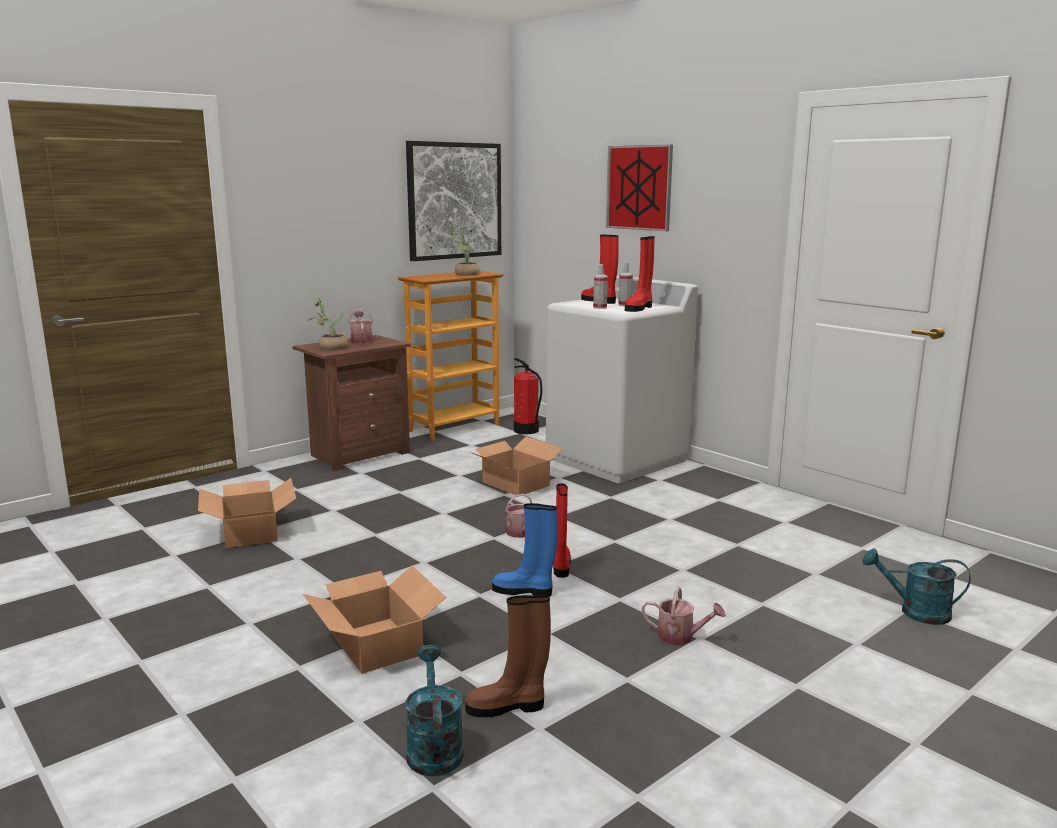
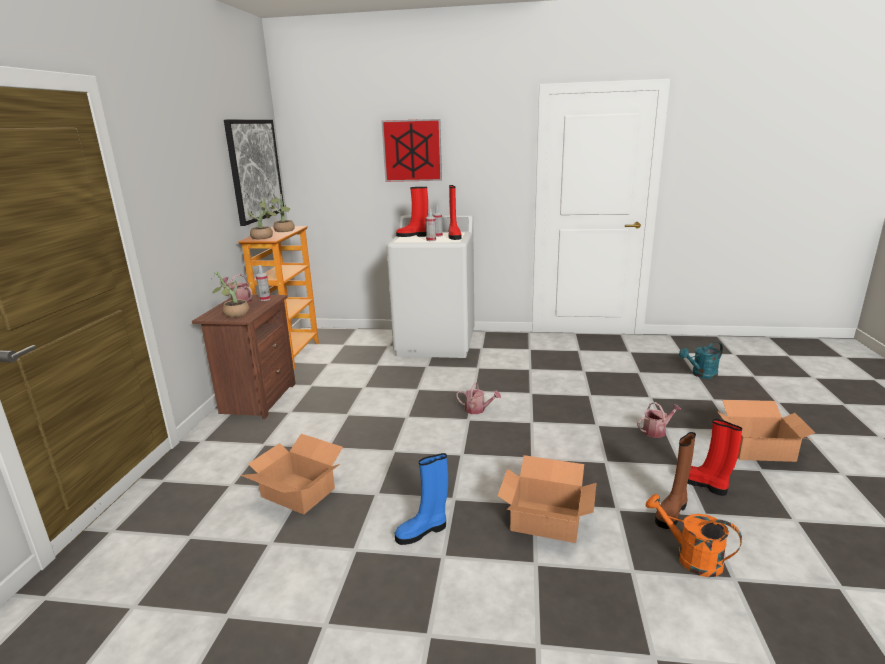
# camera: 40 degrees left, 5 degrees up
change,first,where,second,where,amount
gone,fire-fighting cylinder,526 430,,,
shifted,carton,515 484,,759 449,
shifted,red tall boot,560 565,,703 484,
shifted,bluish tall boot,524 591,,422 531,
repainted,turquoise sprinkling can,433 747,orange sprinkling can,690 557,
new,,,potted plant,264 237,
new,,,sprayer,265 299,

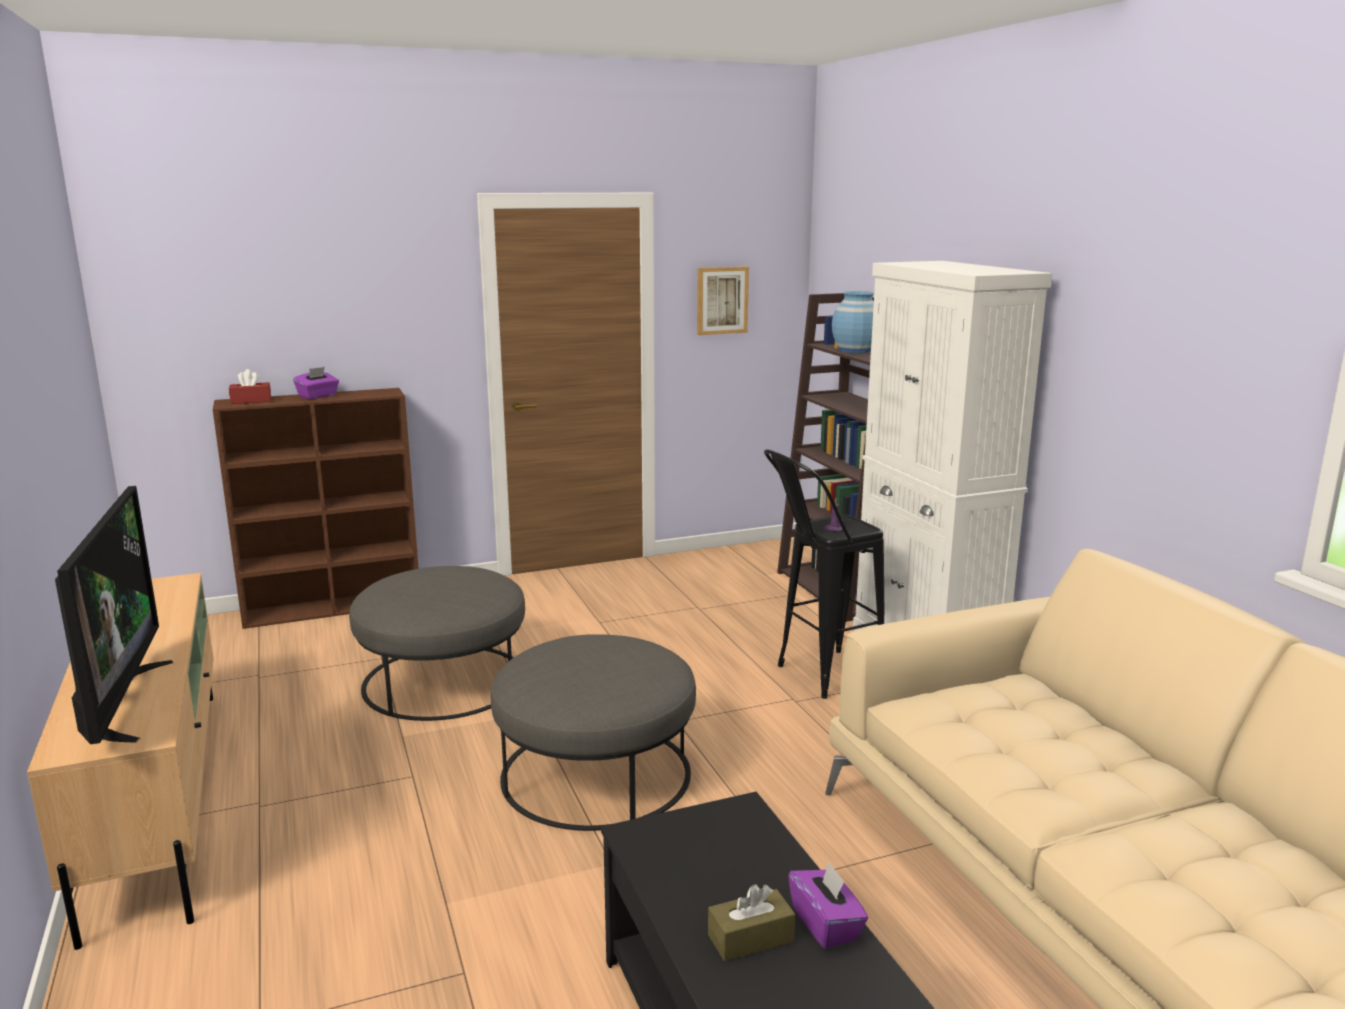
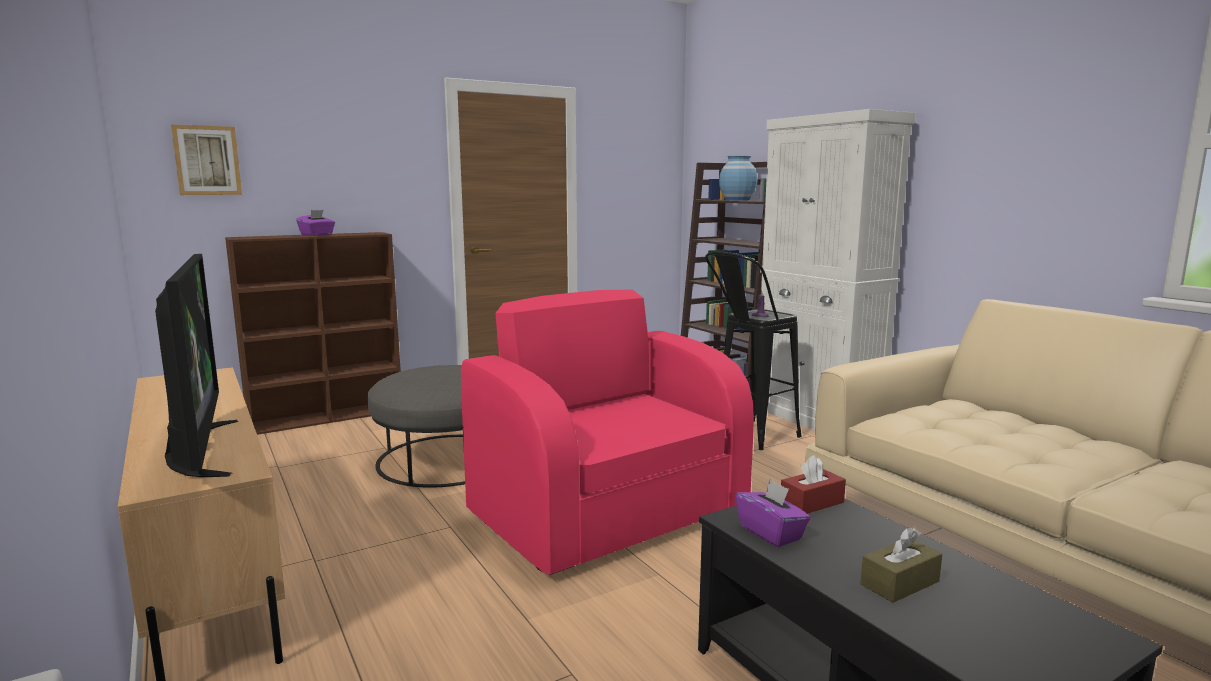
# camera: 10 degrees left, 5 degrees down
change,first,where,second,where,amount
shifted,wall art,721 300,,207 160,
shifted,red box of tissues,251 401,,812 503,
swapped,gray footrest,596 773,pinkish easy chair,609 512,
shifted,purple box of tissues,826 924,,771 533,

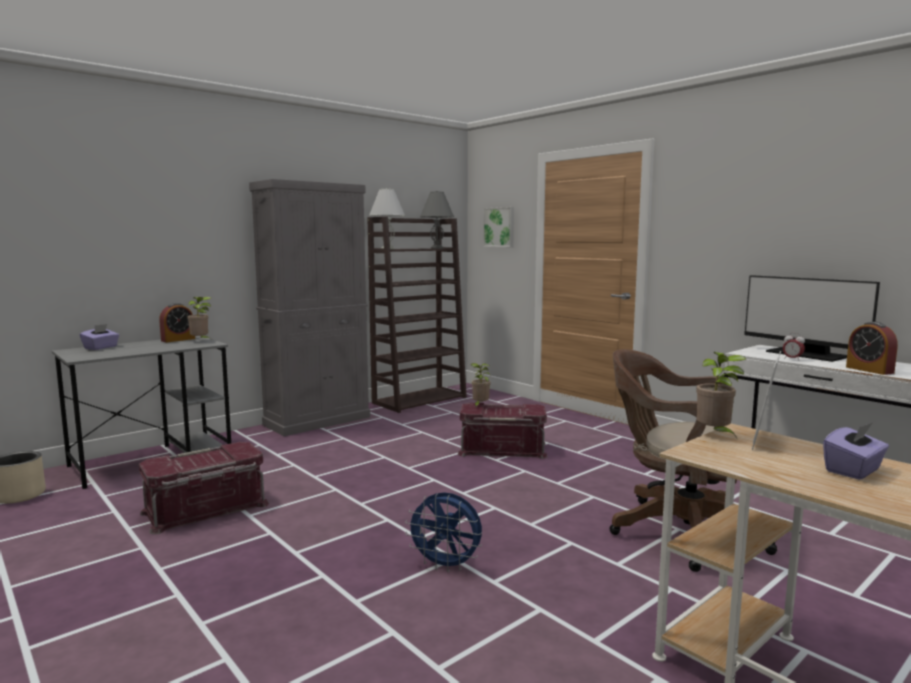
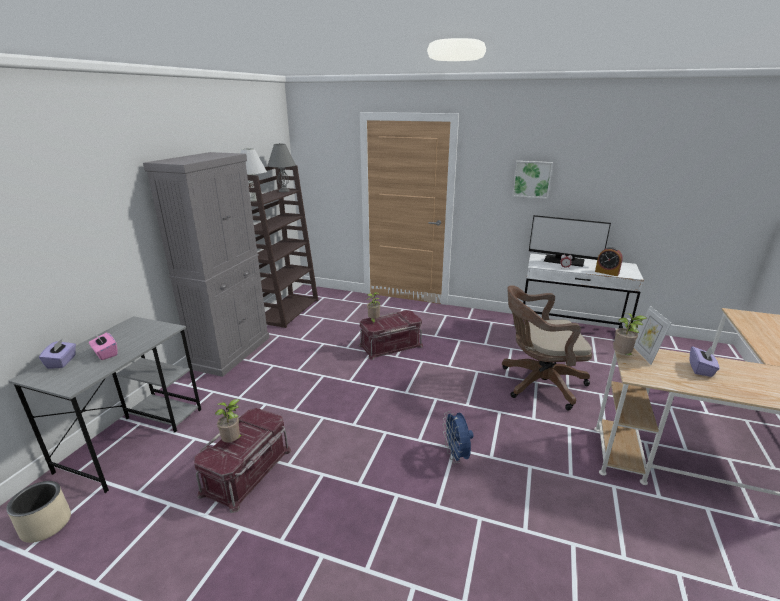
# camera: 30 degrees left, 15 degrees up
change,first,where,second,where,amount
shifted,wall art,499 227,,532 179,
shifted,potted plant,201 341,,233 441,
gone,table clock,178 340,,,
rotated,bluish electric fan,446 565,,456 456,90 degrees clockwise
new,,,pinkish box of tissues,105 354,

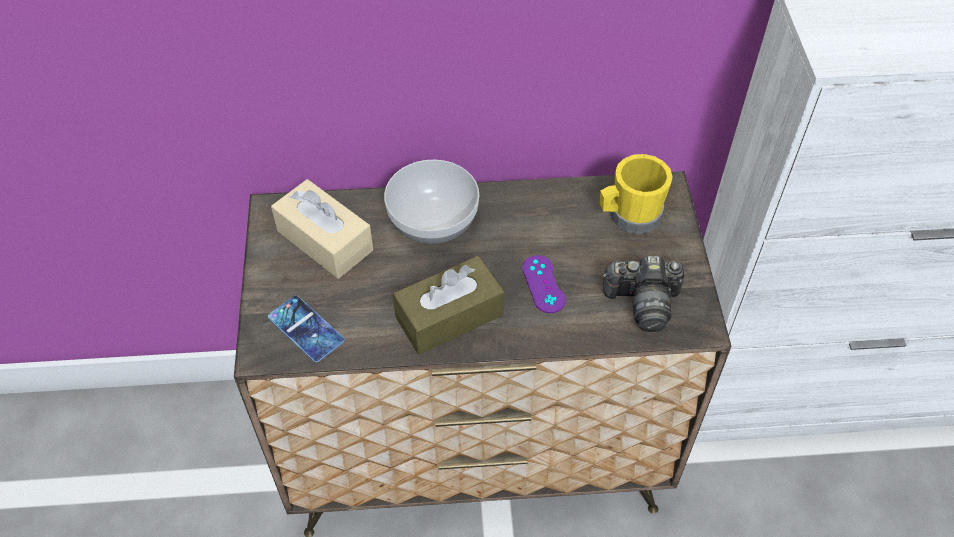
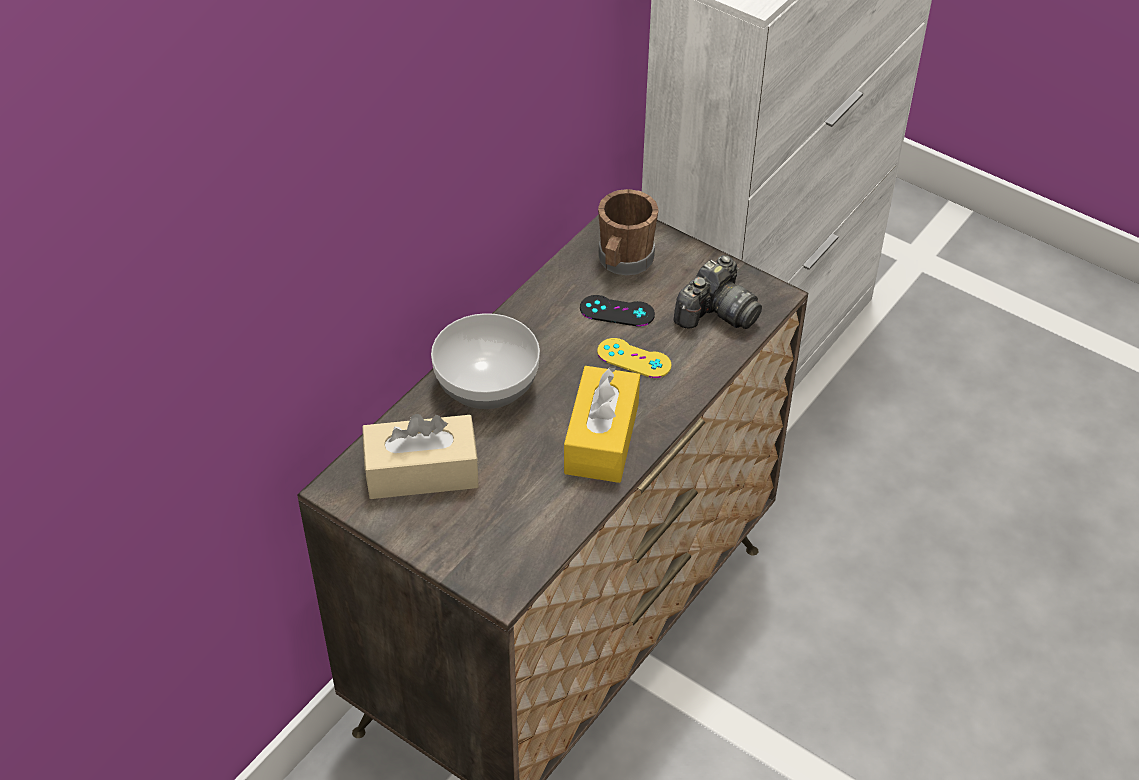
# camera: 50 degrees left, 5 degrees down
change,first,where,second,where,amount
repainted,yellow mug,629 216,brown-coloured mug,623 261,
repainted,purple gamepad,543 284,yellow gamepad,634 358,
repainted,brown-coloured box of tissues,449 316,yellow box of tissues,601 438,
gone,phone,306 329,,,
new,,,black-coloured gamepad,617 311,

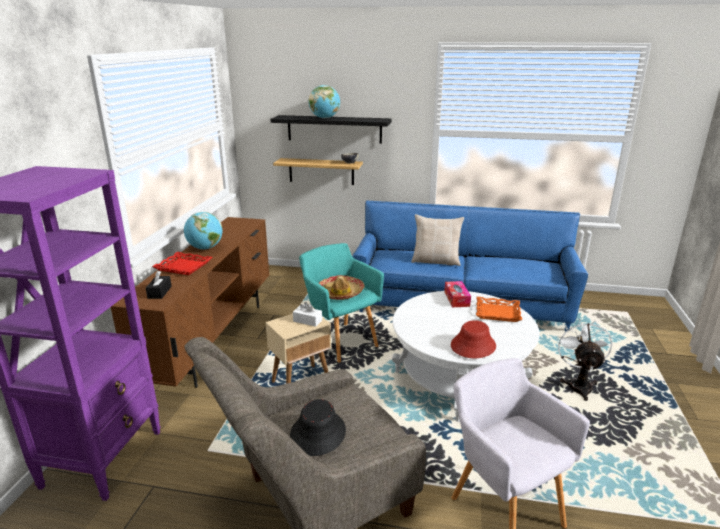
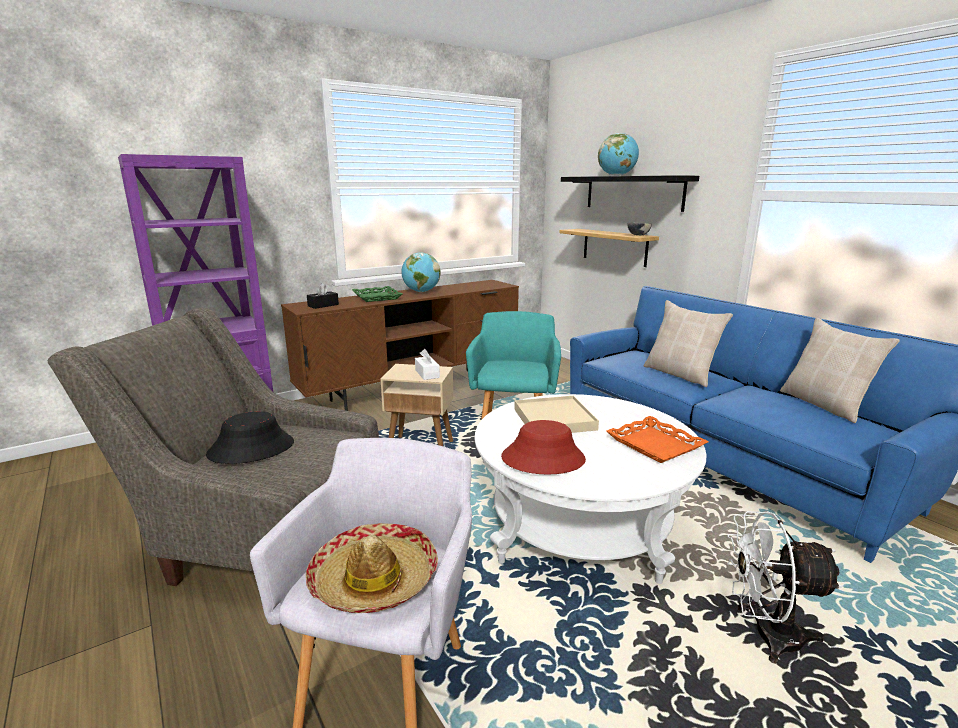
# camera: 45 degrees right, 5 degrees down
change,first,where,second,where,amount
repainted,red tray,184 266,green-coloured tray,377 297,
shifted,clothing hat,340 293,,374 580,
gone,box of tissues,456 299,,,
rotated,white-coloured electric fan,579 384,,765 635,135 degrees counterclockwise
new,,,sand-coloured throw pillow,825 405,
new,,,sand-coloured tray,554 419,

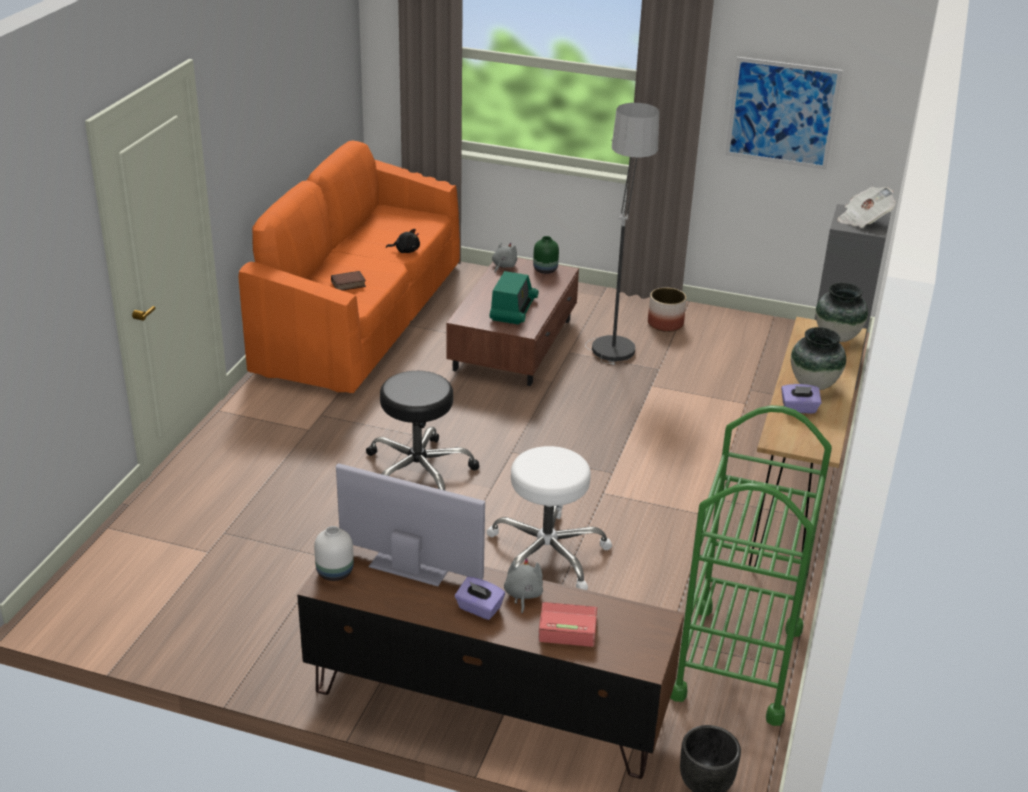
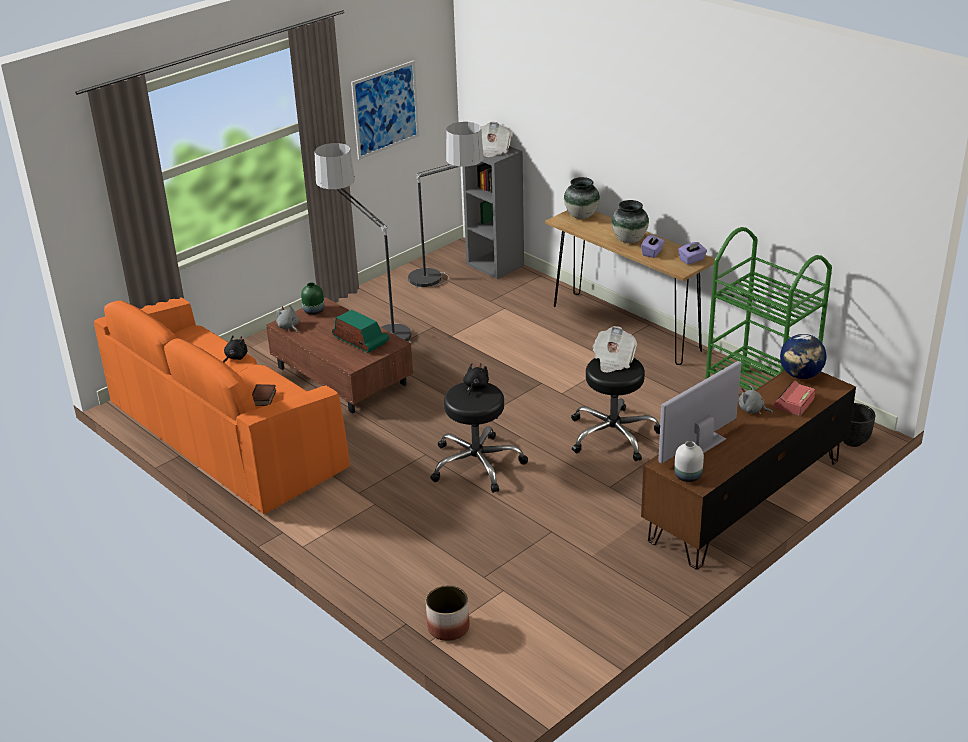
# camera: 60 degrees left, 0 degrees up
change,first,where,second,where,amount
shifted,planter,665 323,,448 627,
repainted,white-coloured stool seat,547 554,black-coloured stool seat,613 435,
shifted,purple box of tissues,479 609,,692 260,
new,,,standard lamp,447 287,
new,,,daily paper,613 361,
new,,,world globe,801 375,
new,,,black-coloured soft toy,475 387,

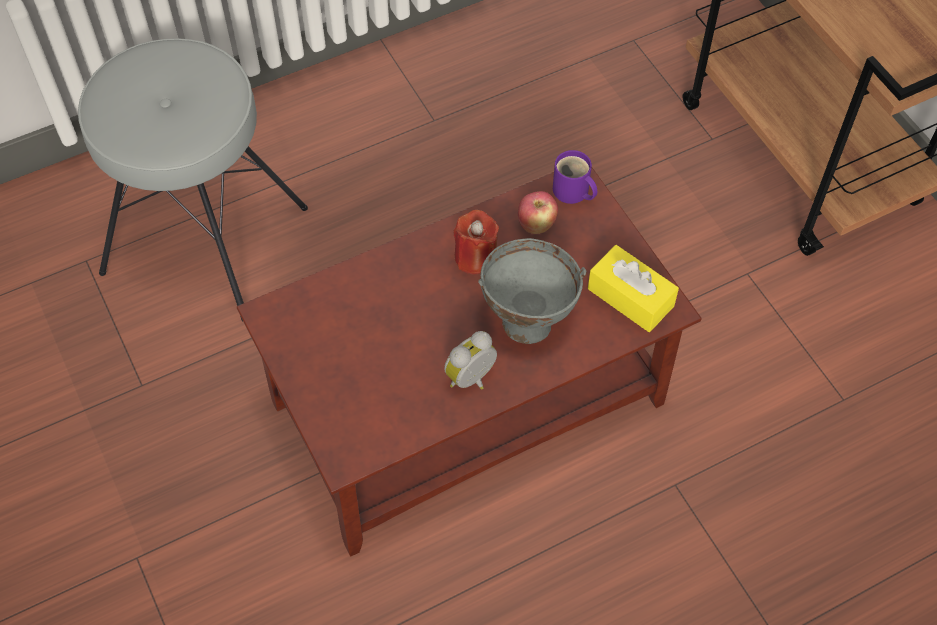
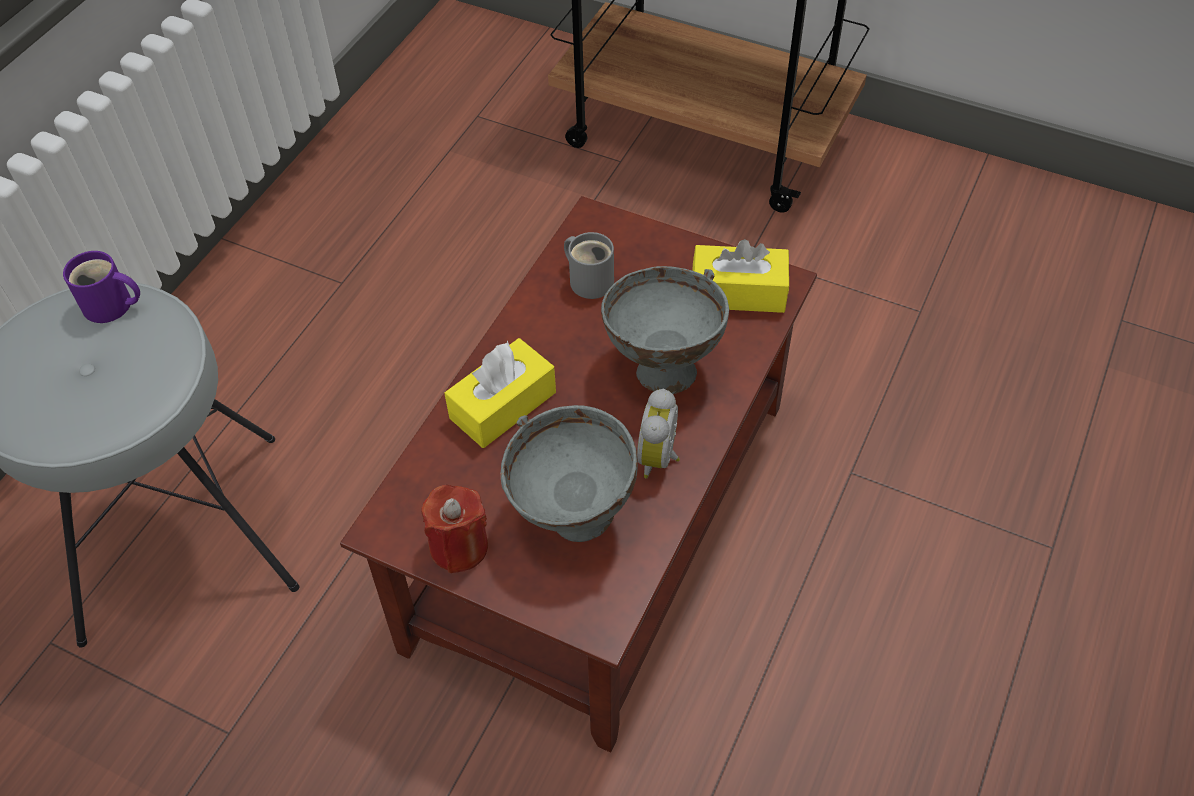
# camera: 35 degrees left, 5 degrees down
change,first,where,second,where,amount
shifted,purple mug,572 192,,111 307,
swapped,whole apple,536 225,gray mug,590 279,
shifted,red candle,475 257,,459 546,
new,,,yellow box of tissues,503 405,
new,,,gray serving bowl,574 520,

